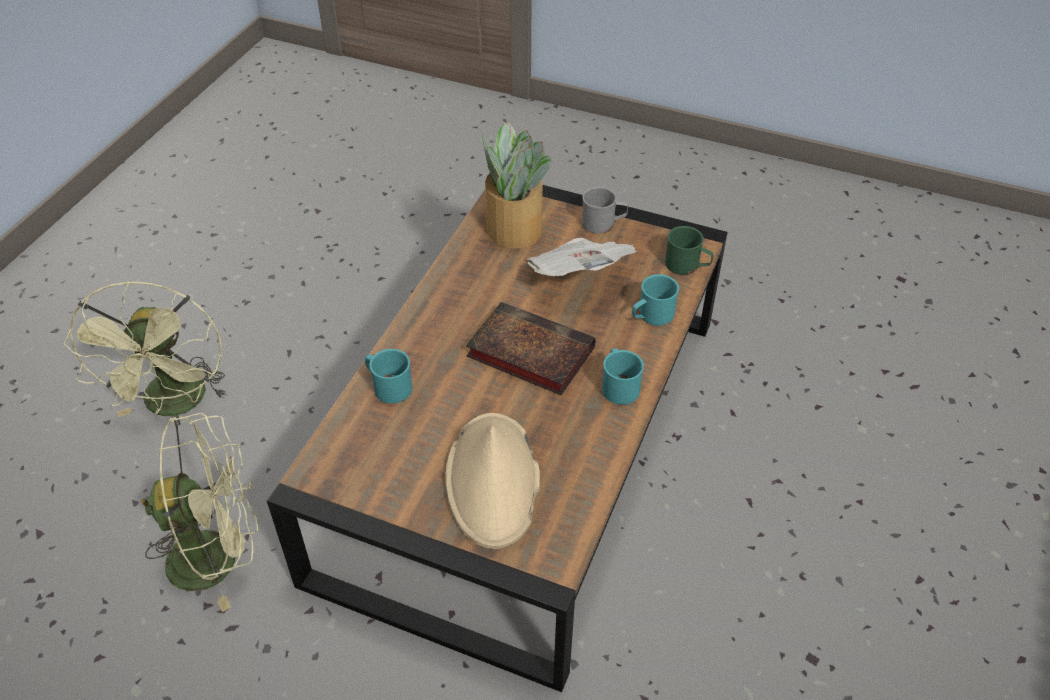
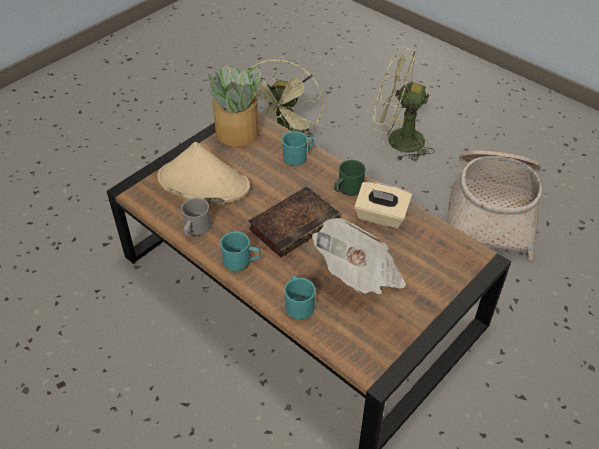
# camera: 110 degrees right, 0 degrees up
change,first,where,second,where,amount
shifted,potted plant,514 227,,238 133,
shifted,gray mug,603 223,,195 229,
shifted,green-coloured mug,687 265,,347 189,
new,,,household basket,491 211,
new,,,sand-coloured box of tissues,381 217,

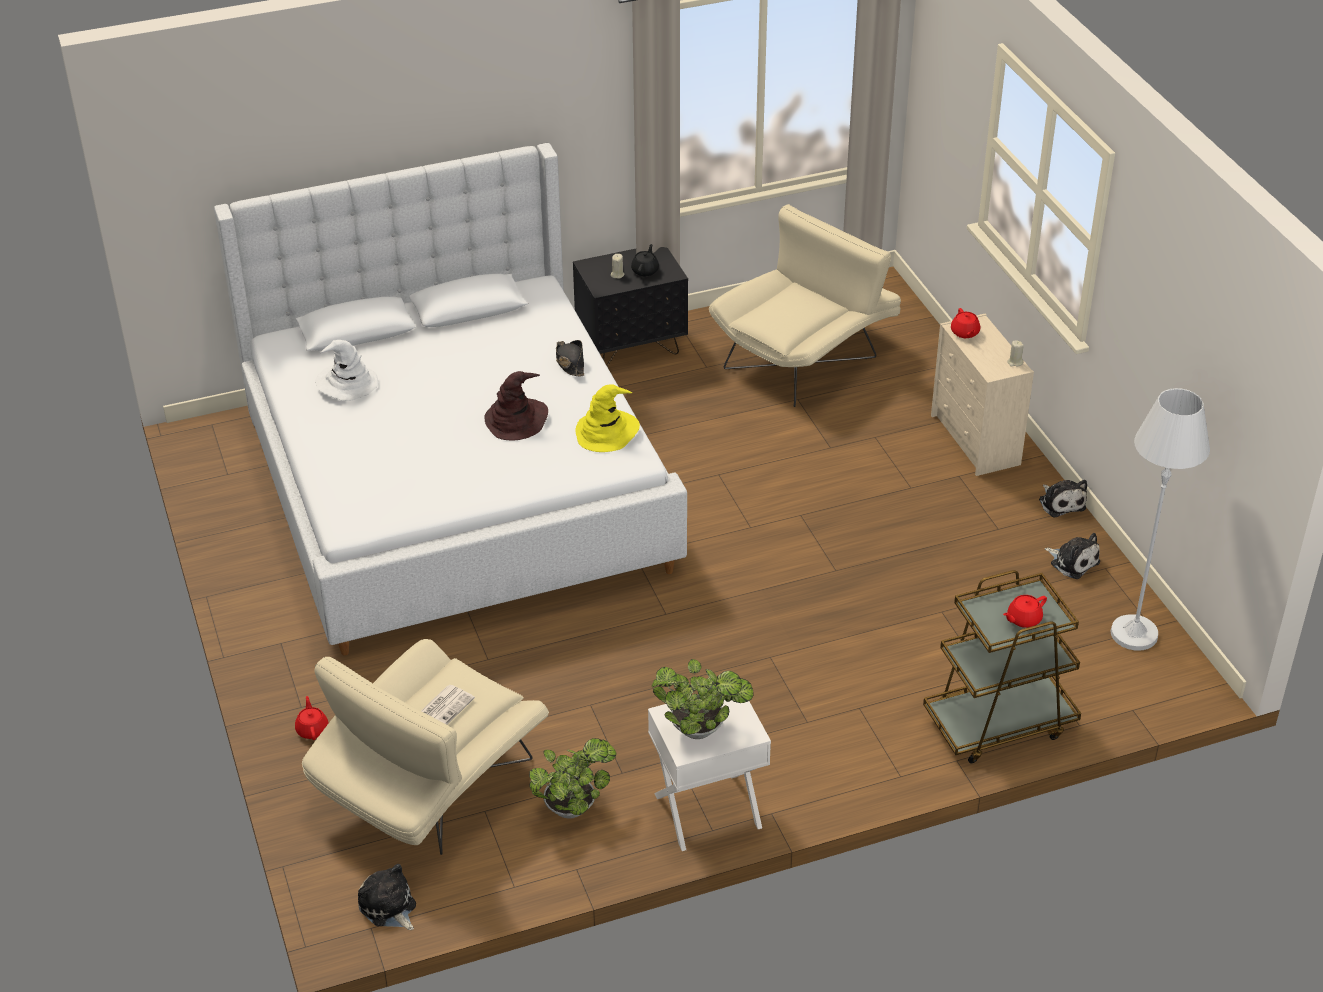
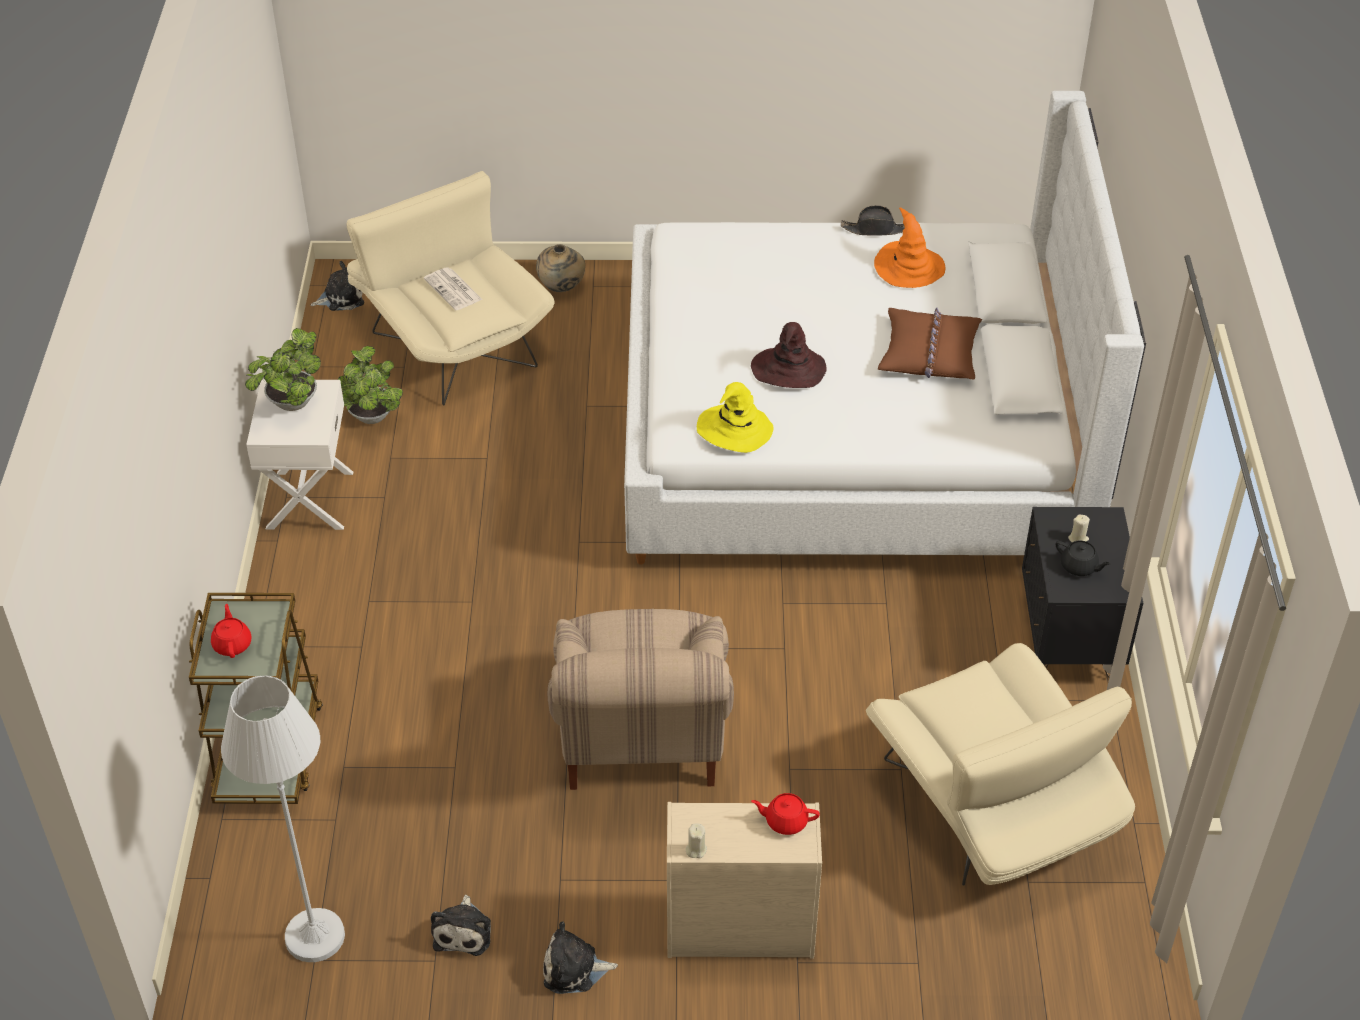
# camera: 110 degrees right, 5 degrees up
change,first,where,second,where,amount
repainted,white-coloured clothing hat,346 383,orange clothing hat,909 268,
shifted,black-coloured clothing hat,570 362,,875 229,
rotated,soft toy,1072 562,,463 931,60 degrees counterclockwise
swapped,red teapot,312 729,sand-coloured flower vase,562 288,
new,,,brown-coloured throw pillow,929 354,
new,,,sand-coloured easy chair,642 739,

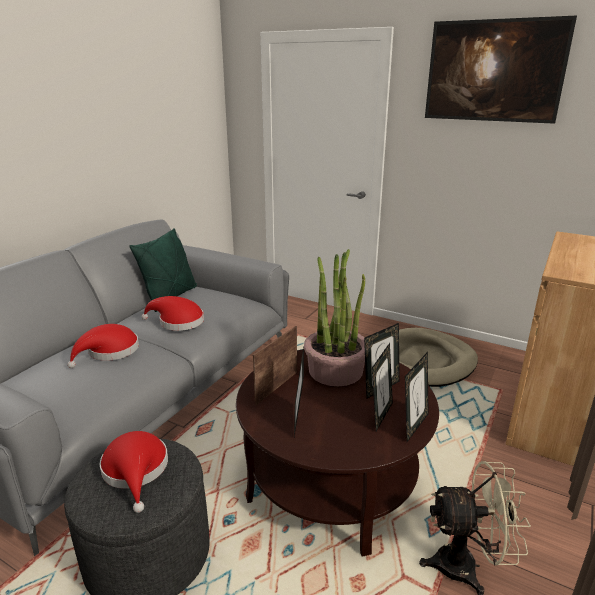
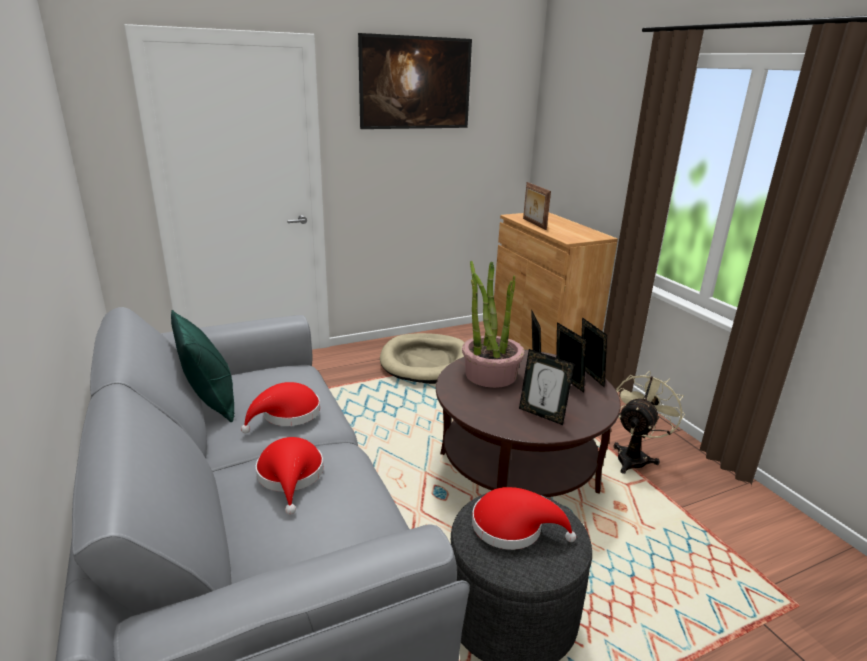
# camera: 55 degrees left, 0 degrees up
change,first,where,second,where,amount
shifted,standing frame,275 387,,533 224,

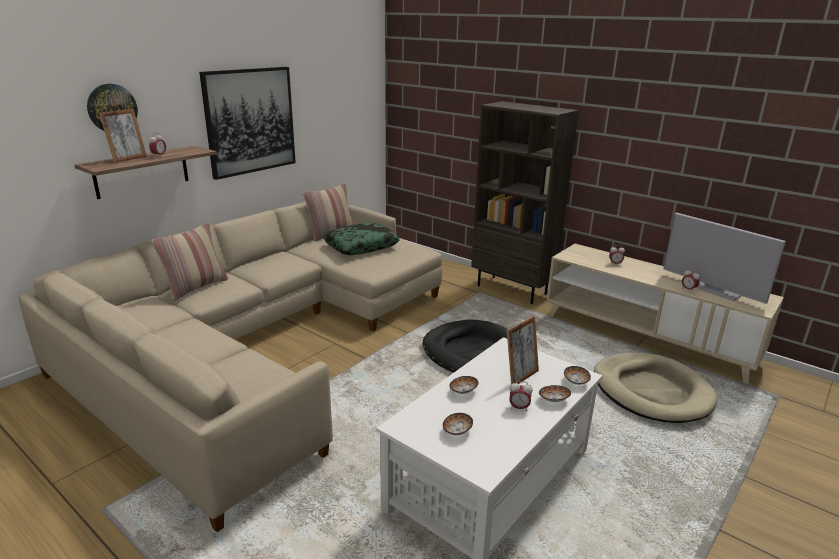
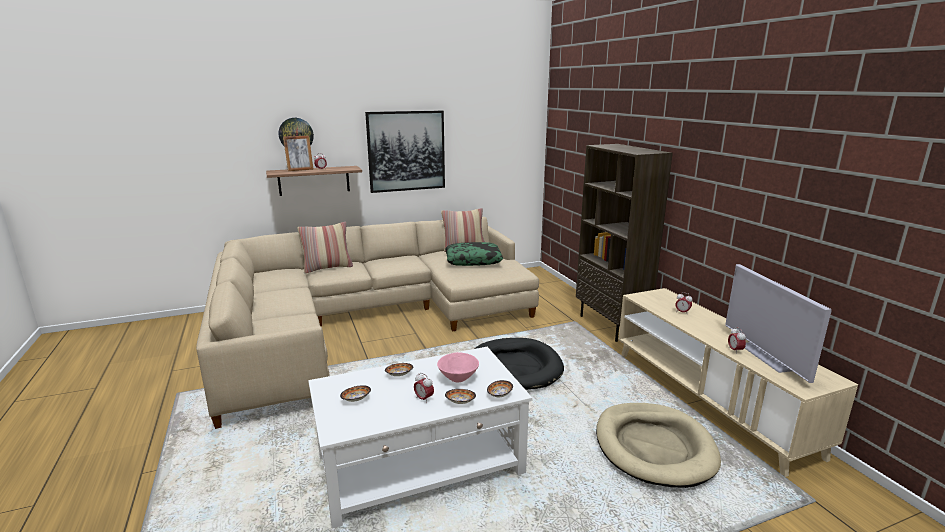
# camera: 30 degrees right, 5 degrees down
change,first,where,second,where,amount
swapped,standing frame,520 376,pinkish serving bowl,458 377,

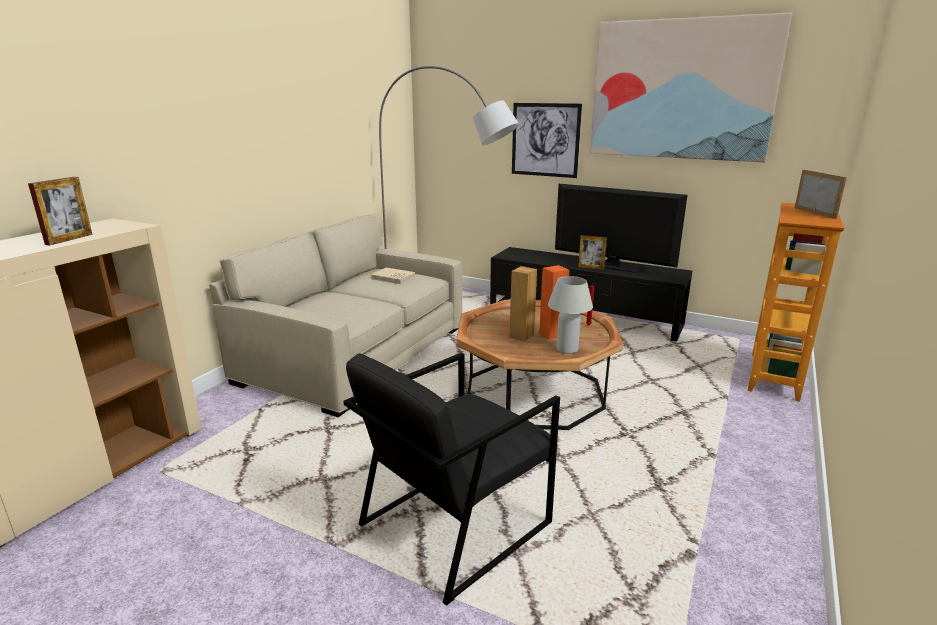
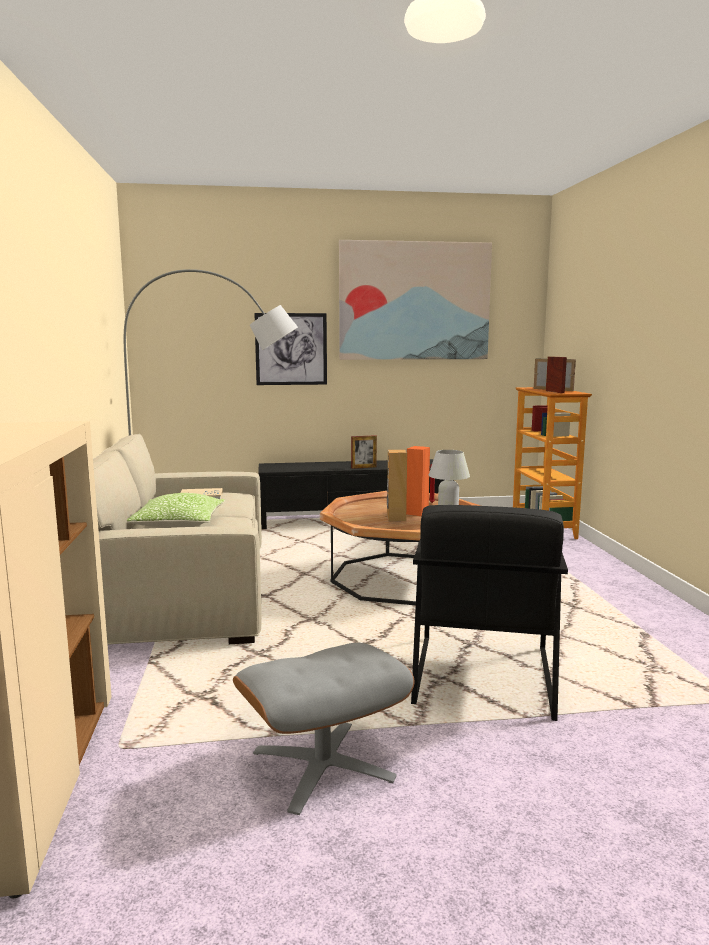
# camera: 35 degrees left, 10 degrees down
change,first,where,second,where,amount
shifted,standing frame,69 239,,554 392,
gone,television,612 265,,,
new,,,throw pillow,178 524,
new,,,gray footrest,323 765,

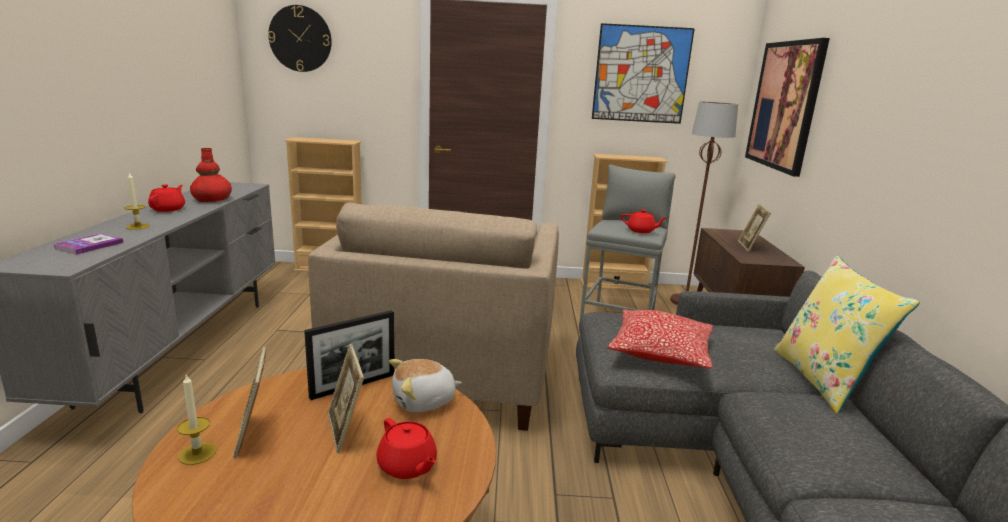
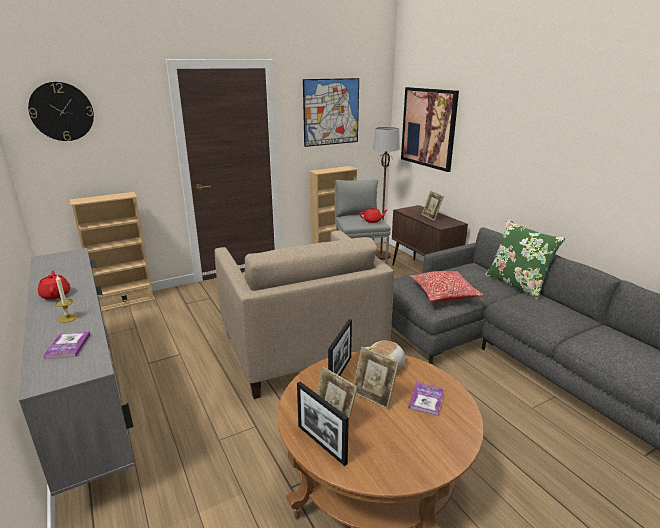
# camera: 30 degrees left, 5 degrees up
change,first,where,second,where,amount
gone,red flower vase,212 199,,,
repainted,yellow throw pillow,823 380,green-coloured throw pillow,517 284,
swapped,candle,197 453,standing frame,321 444,
swapped,red teapot,407 466,bound book,426 399,

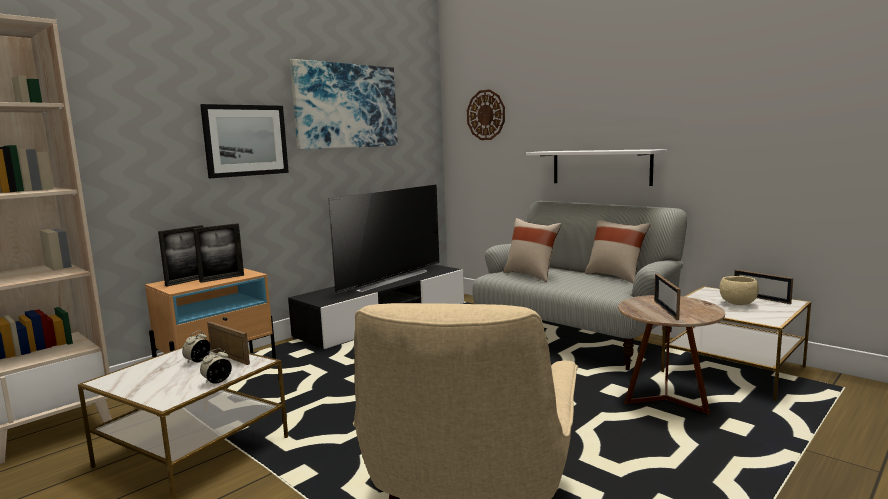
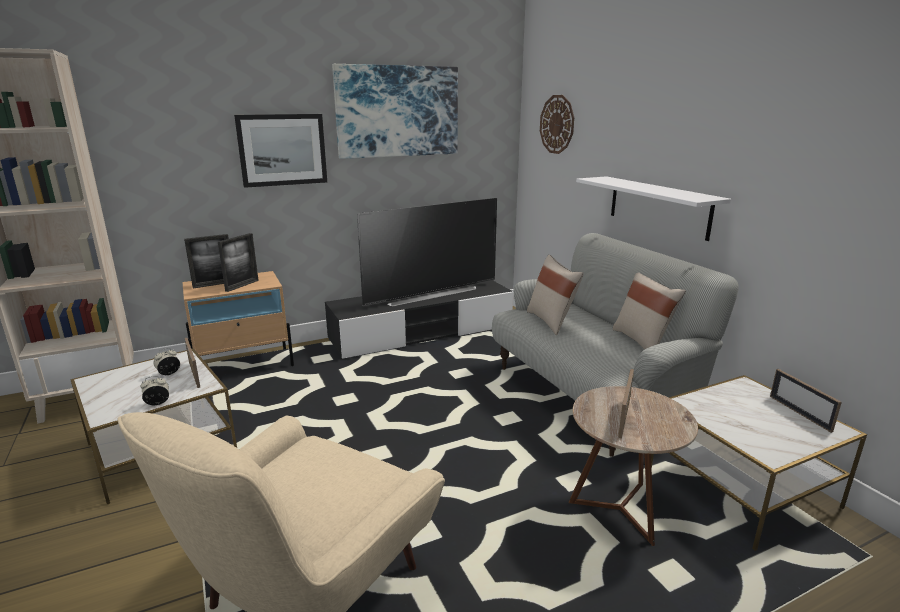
# camera: 20 degrees right, 10 degrees up
change,first,where,second,where,amount
rotated,standing frame,222 278,,242 285,45 degrees counterclockwise
gone,sand-coloured serving bowl,737 304,,,

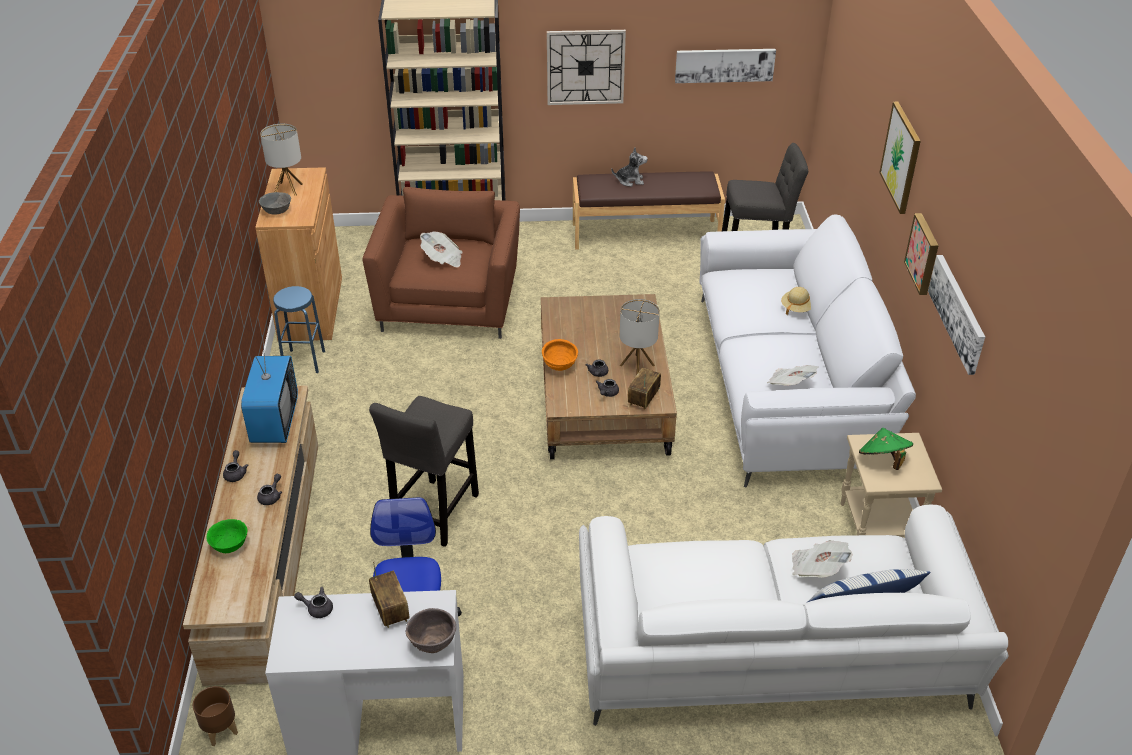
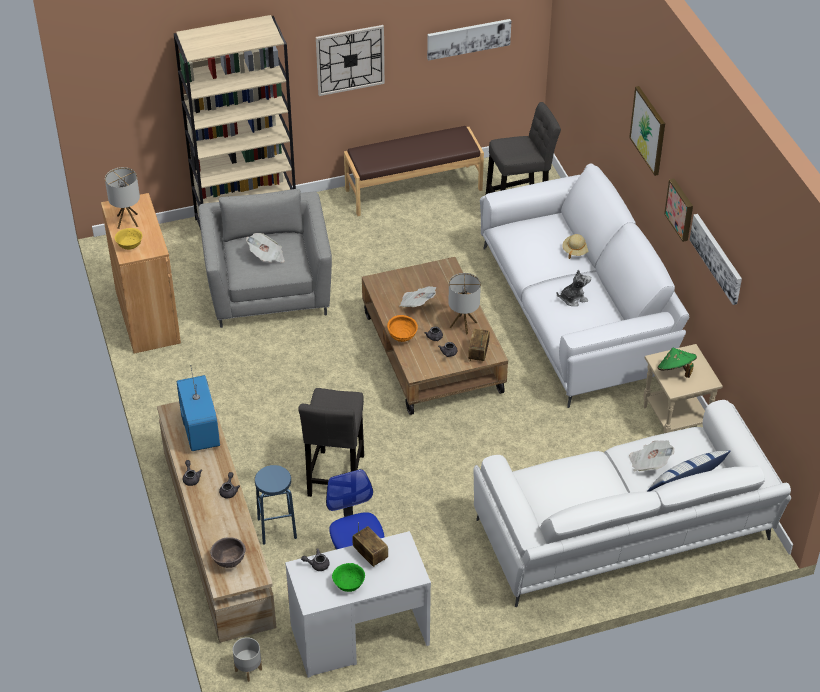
# camera: 15 degrees left, 5 degrees up
change,first,where,second,where,amount
shifted,soft toy,630 180,,573 298,
repainted,brown-coloured easy chair,450 304,gray easy chair,269 290,
repainted,gray serving bowl,277 211,yellow serving bowl,129 245,
shifted,bluish stool seat,304 361,,277 528,
shifted,daily paper,790 384,,417 304,
shifted,green-coloured serving bowl,229 545,,348 584,
shifted,brown-coloured serving bowl,433 644,,229 562,
repainted,brown-coloured planter,220 731,gray planter,248 670,

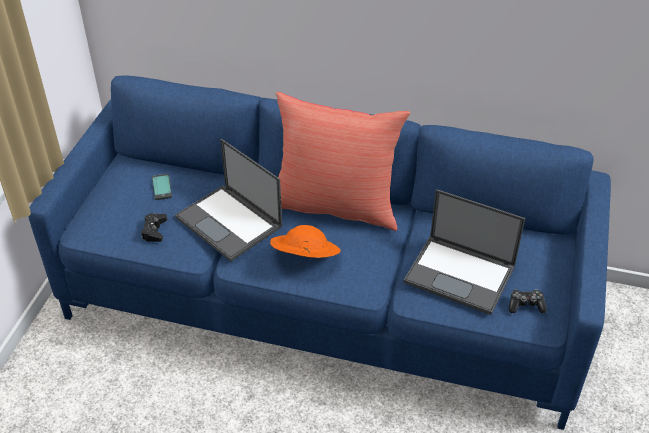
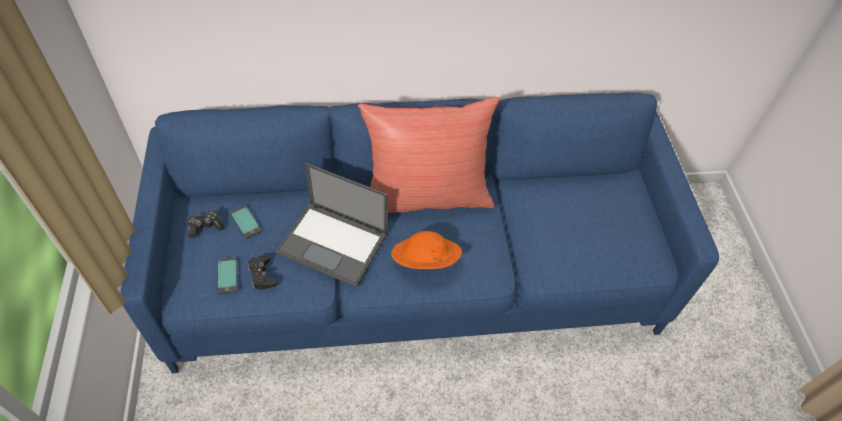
# camera: 25 degrees left, 10 degrees up
change,first,where,second,where,amount
gone,laptop,461 274,,,
shifted,gamepad,526 305,,205 226,
new,,,phone,227 276,

